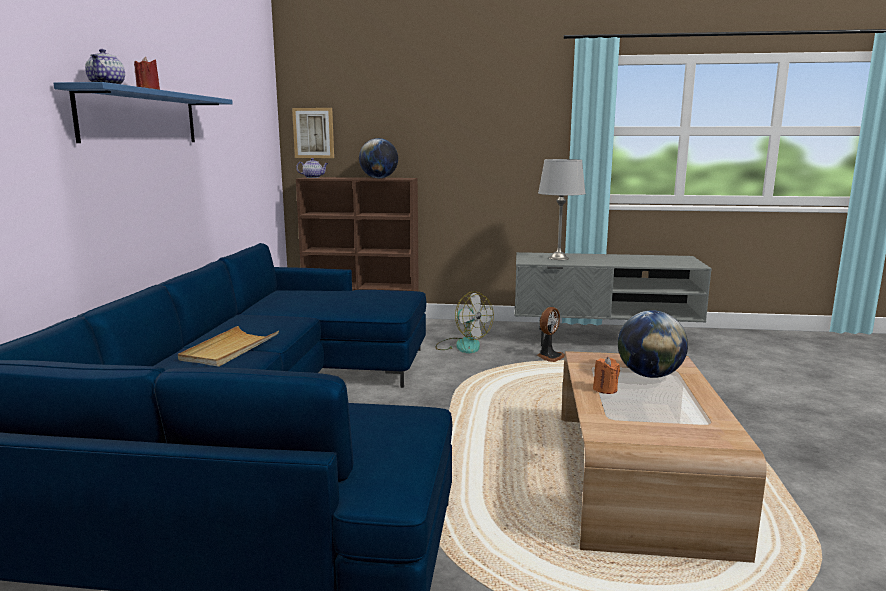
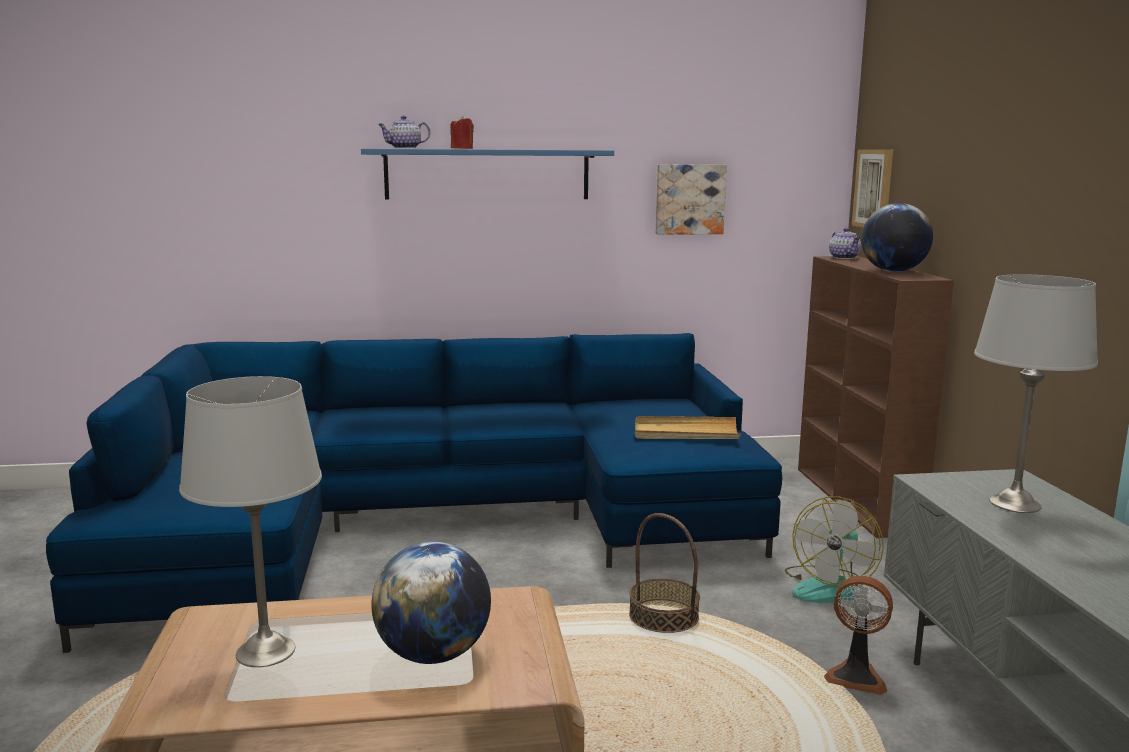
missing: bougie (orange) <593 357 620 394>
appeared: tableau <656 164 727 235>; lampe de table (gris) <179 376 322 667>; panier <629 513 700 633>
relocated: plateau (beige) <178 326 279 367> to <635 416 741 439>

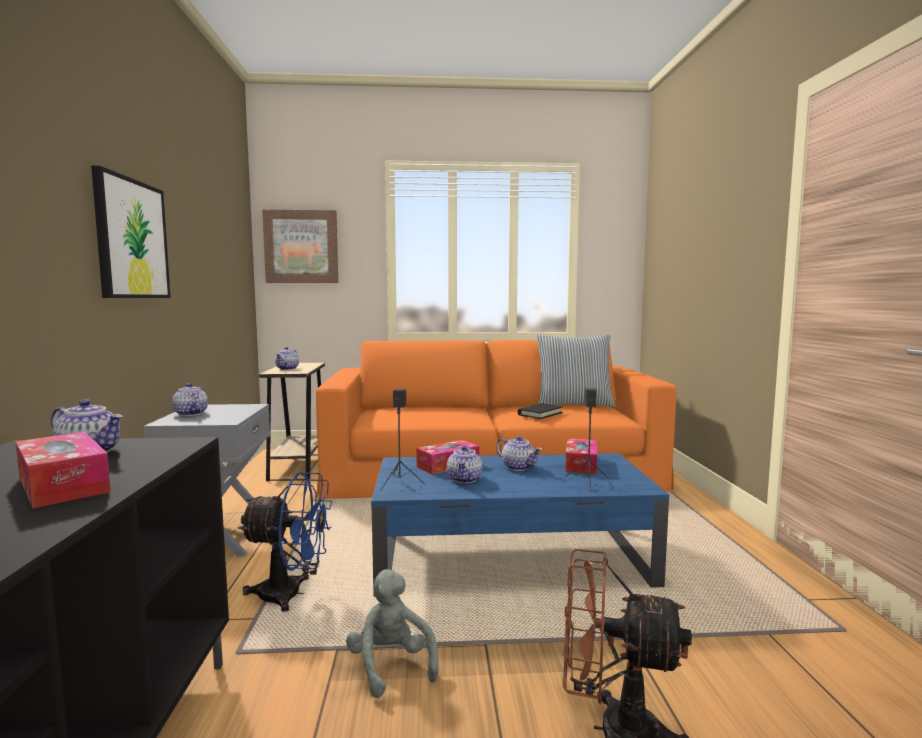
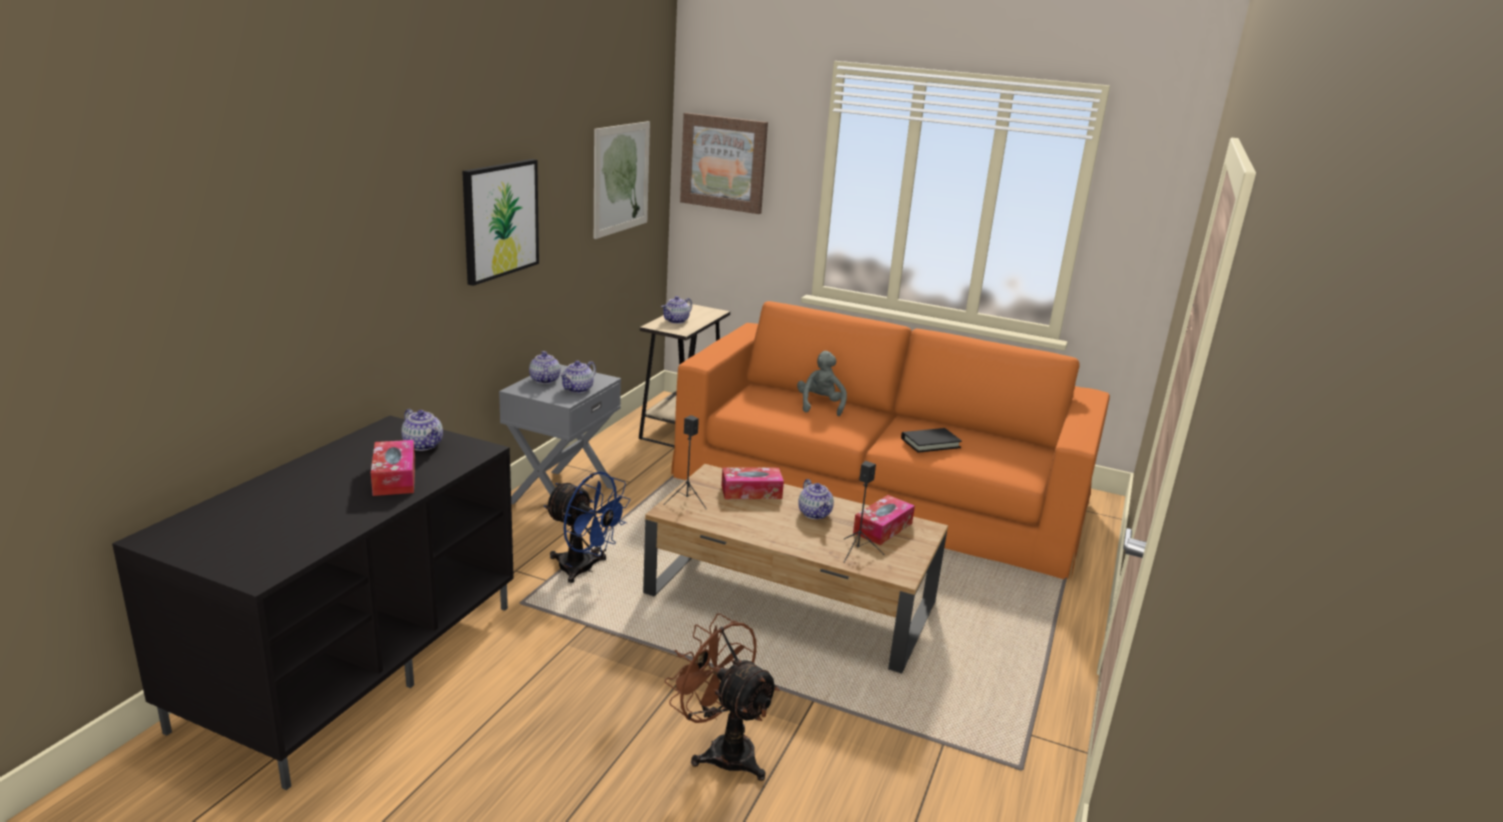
missing: coussin <536 334 615 407>
appeared: tableau <594 121 650 239>
relocated: théière <447 445 482 483> to <559 361 596 393>; peluche (gris) <346 569 438 698> to <797 351 847 416>
colour: table basse (bleu) <371 453 669 596> to table basse (marron) <643 464 948 673>

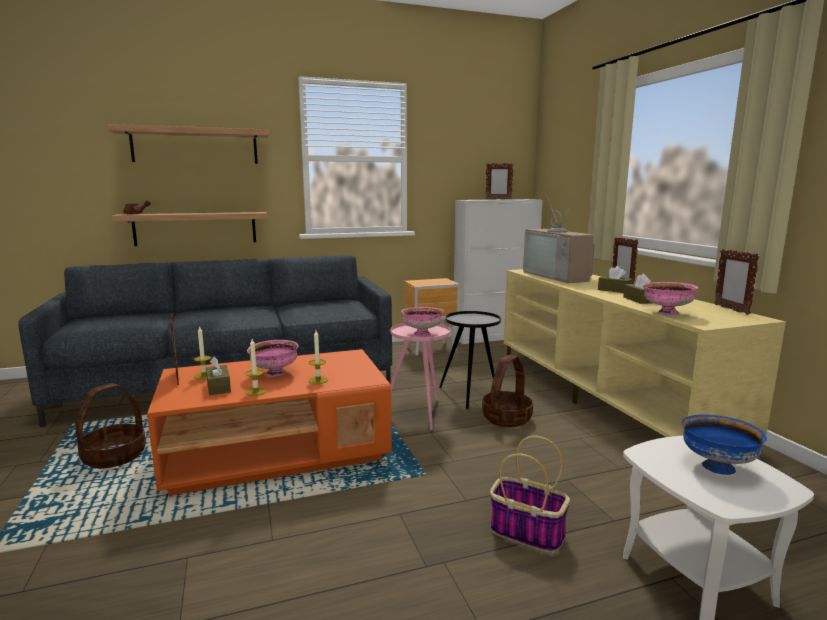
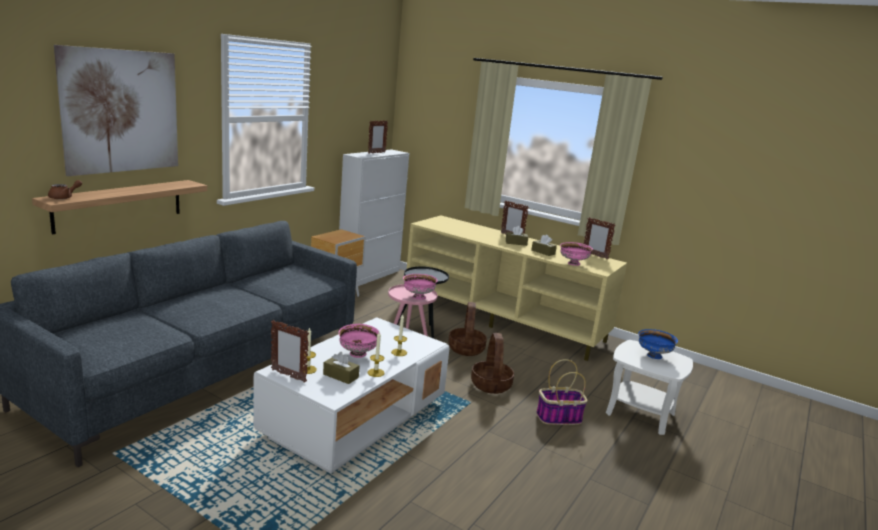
missing: téléviseur <523 194 595 283>
relocated: panier <75 383 146 469> to <471 333 514 394>
exchanged: étagère <108 124 270 164> to tableau <54 45 178 176>
colour: table basse (orange) <147 349 392 496> to table basse (blanc) <253 317 450 474>

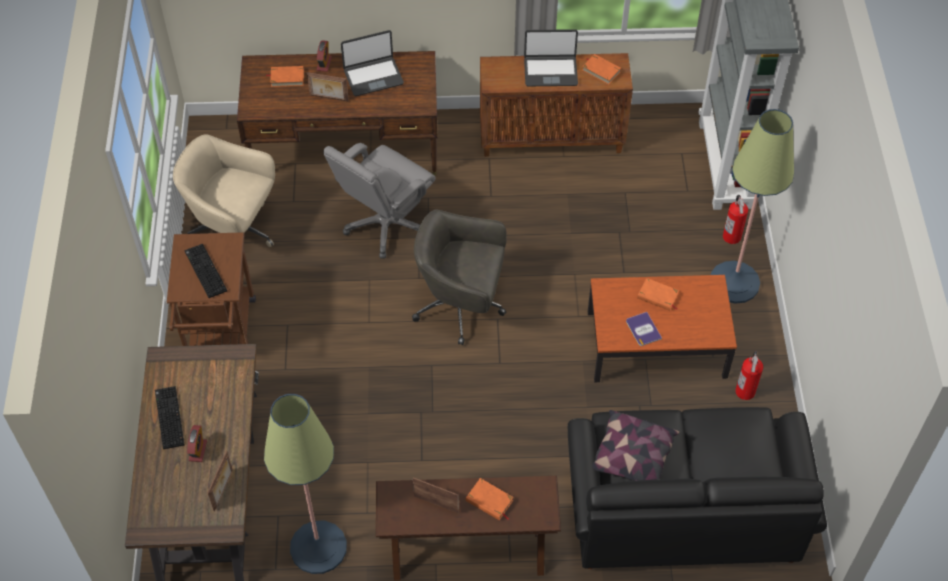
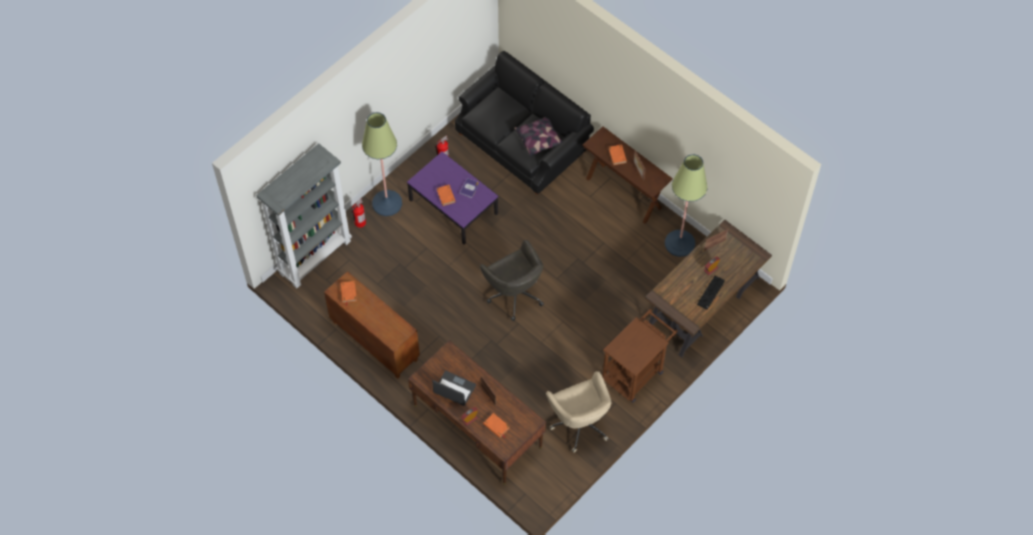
missing: ordinateur portable <524 29 578 86>; chaise de bureau (gris) <323 143 436 259>; clavier <185 244 227 298>
colour: table basse (marron) <588 275 737 382> to table basse (violet) <407 152 498 244>

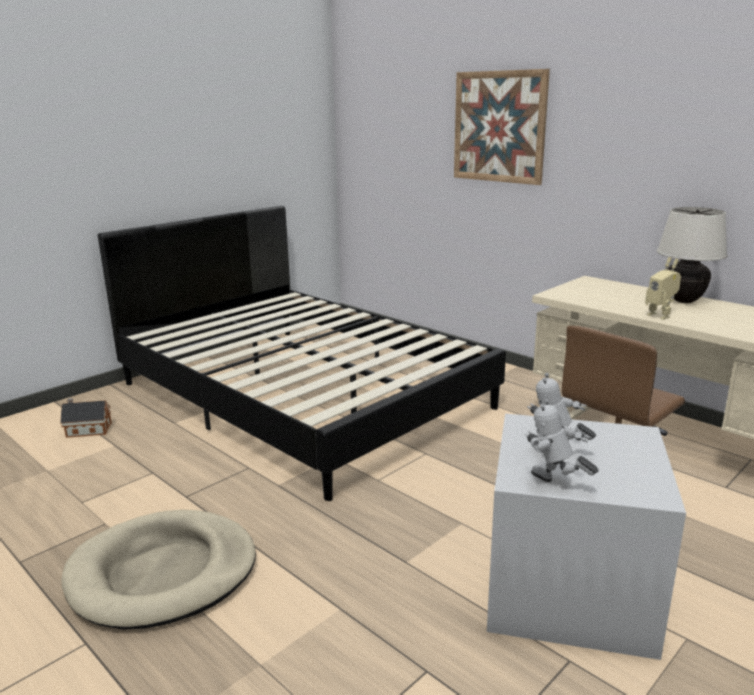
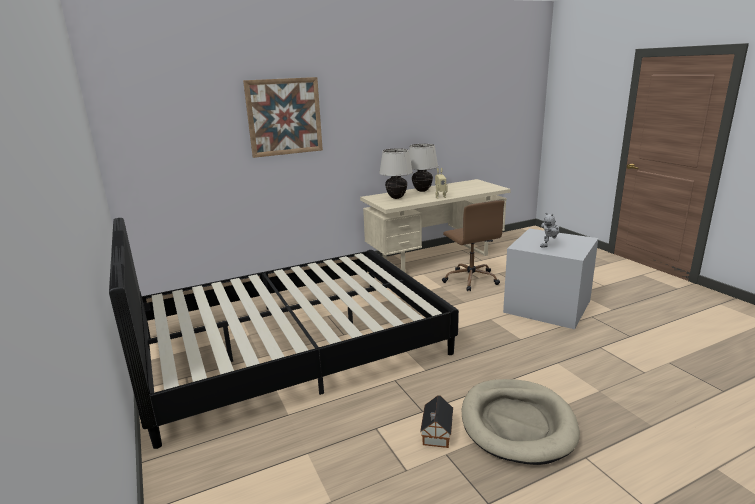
missing: robot jouet <525 399 599 482>
appeared: lampe de table (beige) <379 148 413 199>
relocated: maison miniature <60 398 112 438> to <420 395 453 448>

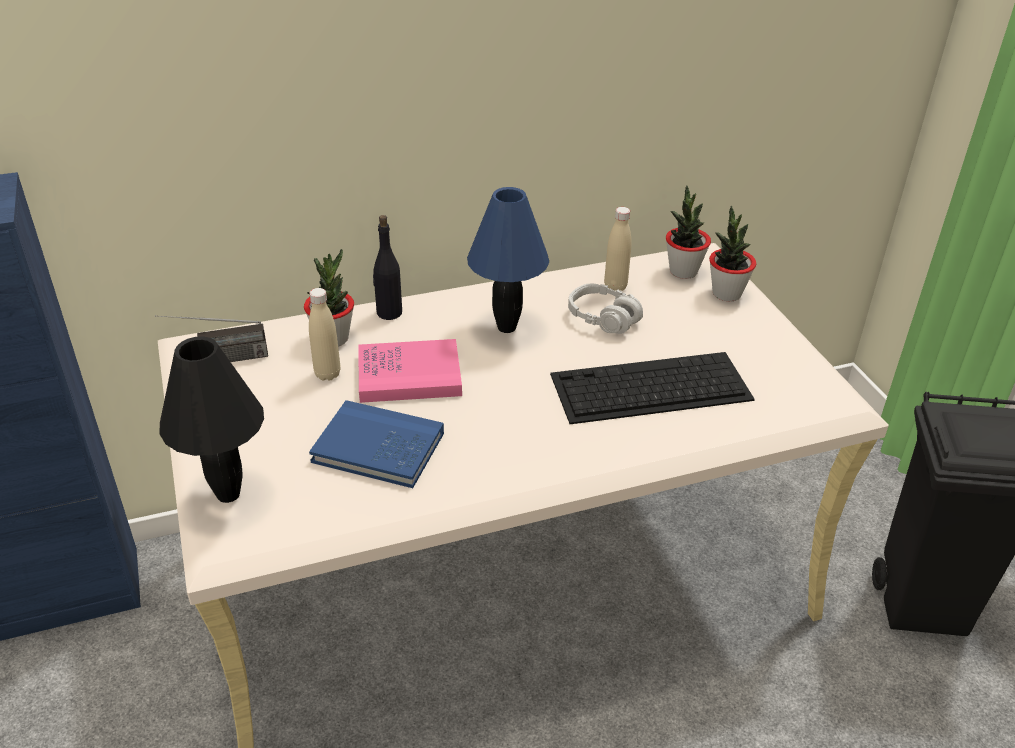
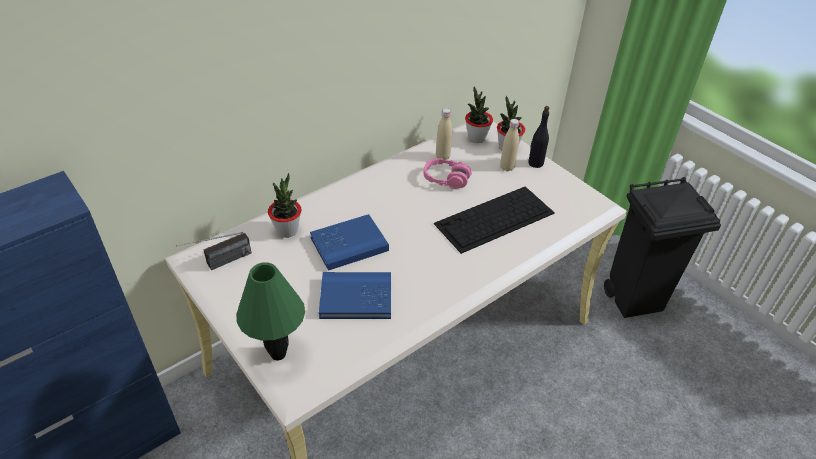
missing: lampe de table (bleu) <467 187 549 333>
relocated: bouteille (noir) <373 215 402 320> to <528 106 549 168>; bouteille (beige) <309 288 340 381> to <500 119 519 171>
colour: casque audio (gris) <568 283 643 334> to casque audio (rose) <424 158 472 189>; lampe de table (noir) <159 336 264 503> to lampe de table (vert) <236 262 305 361>; livre (rose) <358 339 462 403> to livre (bleu) <310 214 389 271>

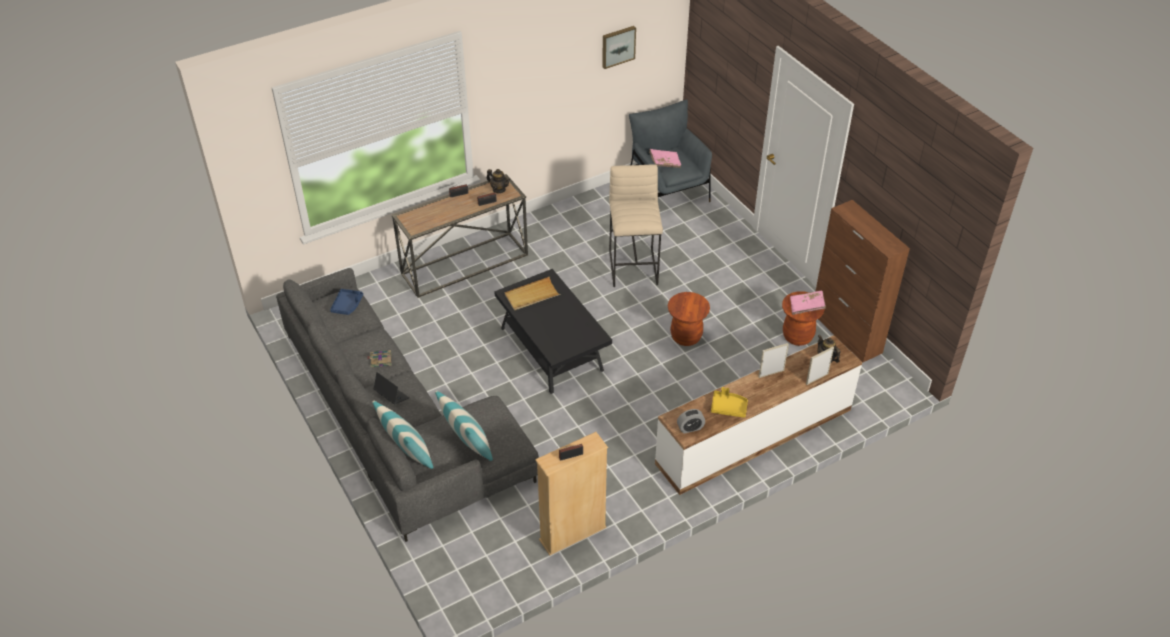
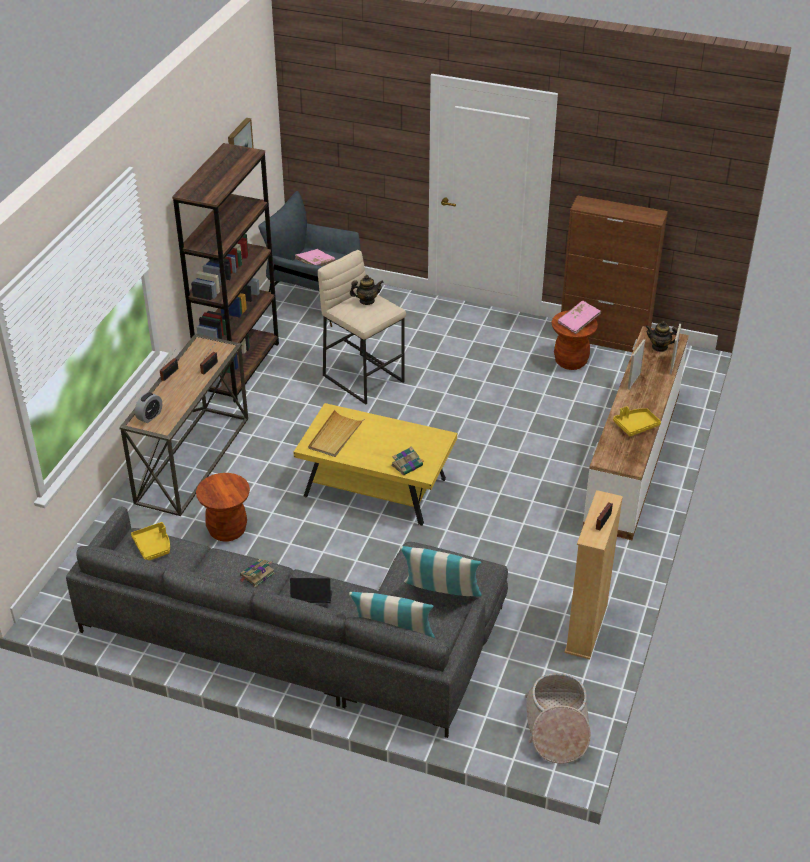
appeared: bibliothèque (marron) <172 143 279 403>; livre <391 446 423 476>; panier <525 673 591 764>
relocated: théière <487 169 510 193> to <350 275 384 305>; tabouret (marron) <668 292 710 346> to <196 473 250 542>; réveil <677 409 705 434> to <135 392 162 423>
colour: table basse (noir) <494 269 612 394> to table basse (jaune) <294 403 457 526>; plateau (bleu) <330 289 363 315> to plateau (jaune) <131 522 170 560>

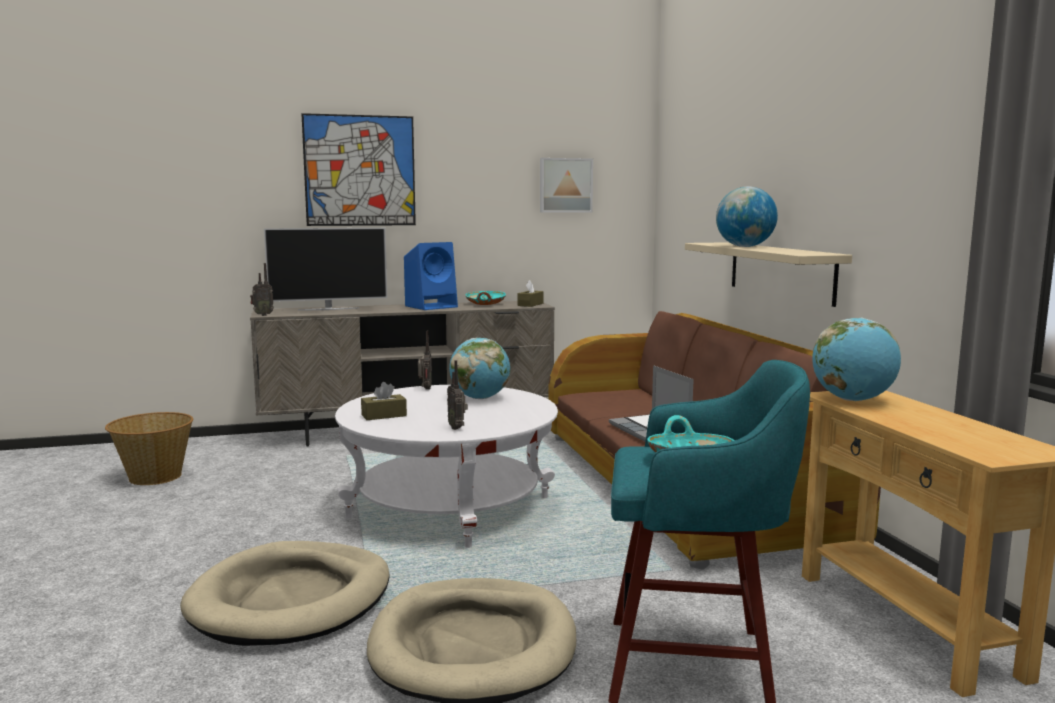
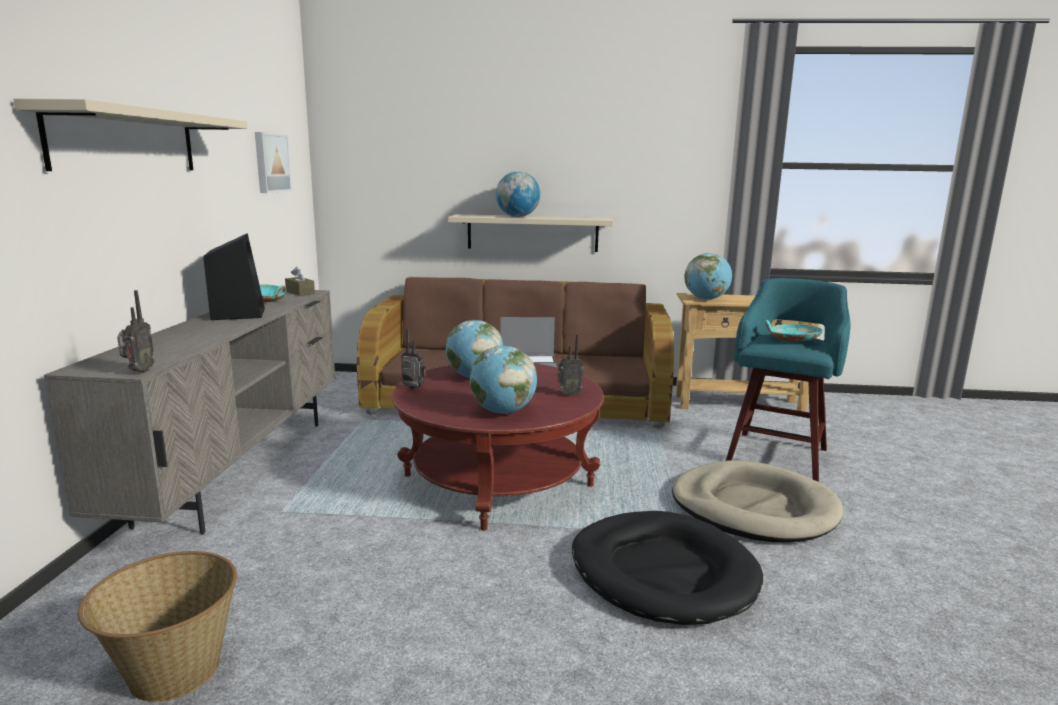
missing: téléviseur <264 228 387 311>
exchanged: tableau <301 113 416 226> to étagère (beige) <13 98 248 171>; boîte à mouchoirs (marron) <361 382 407 420> to globe <470 346 537 414>
colour: enceinte (bleu) <404 242 458 310> to enceinte (noir) <203 233 265 320>; table basse (blanc) <335 385 558 548> to table basse (rouge) <392 364 604 531>; panier pour chien (beige) <180 541 390 646> to panier pour chien (noir) <572 511 763 625>

